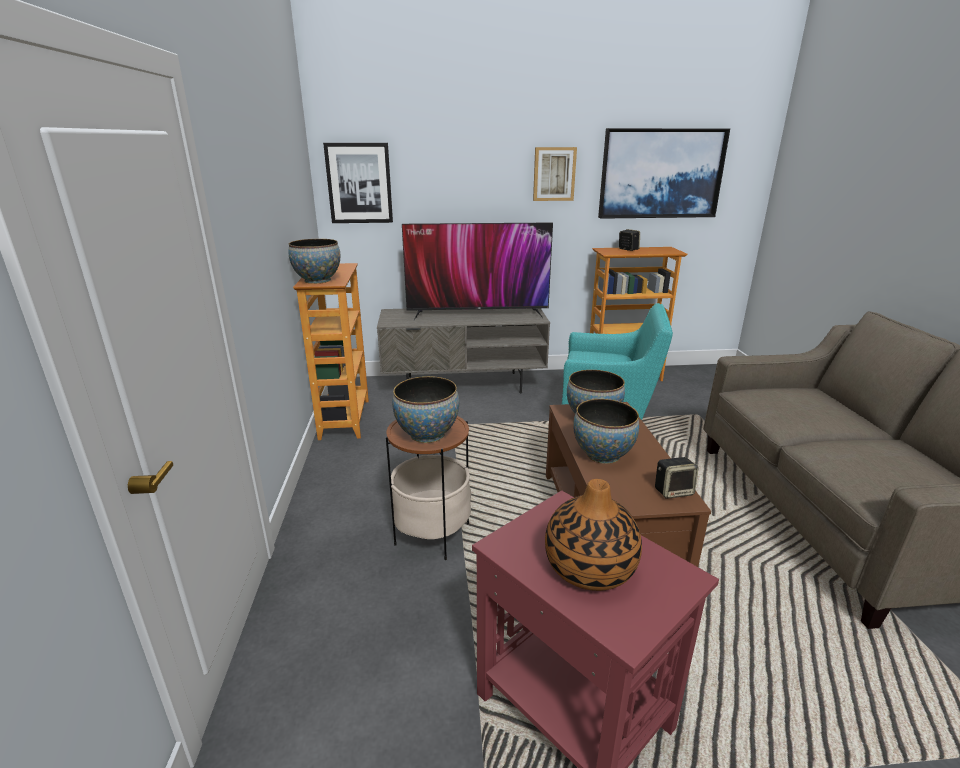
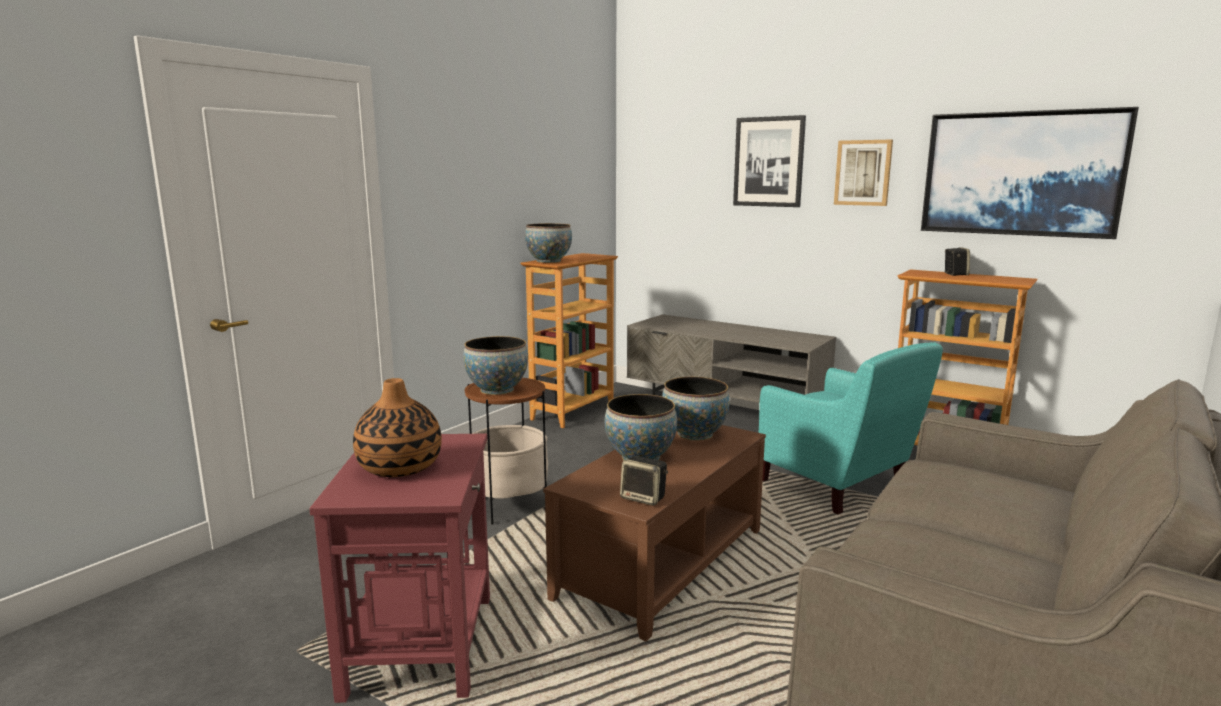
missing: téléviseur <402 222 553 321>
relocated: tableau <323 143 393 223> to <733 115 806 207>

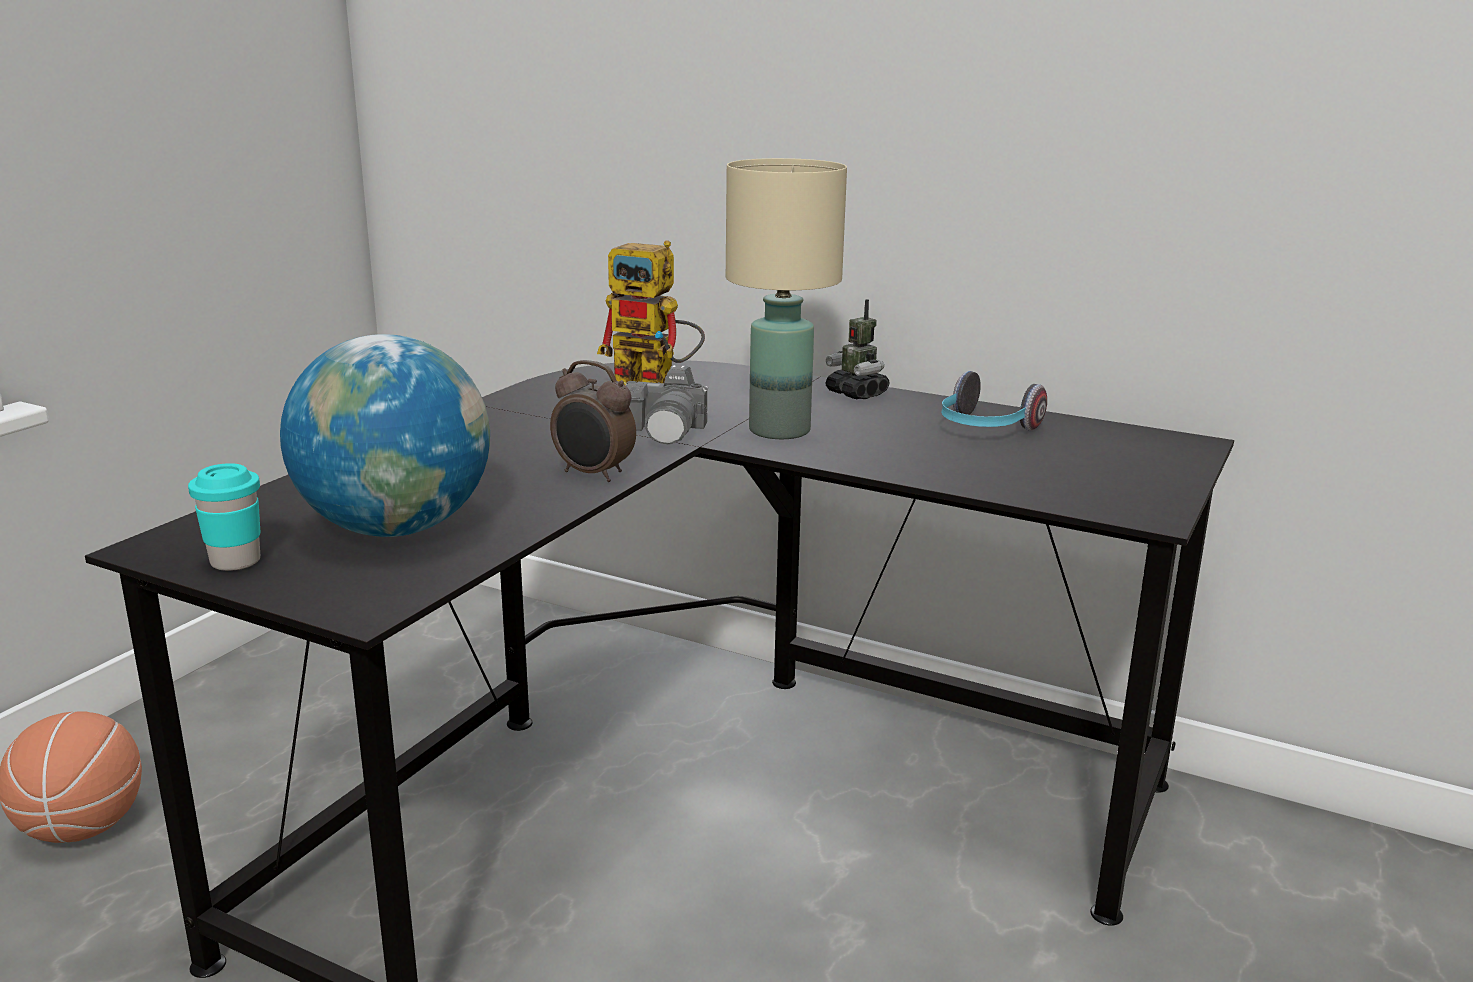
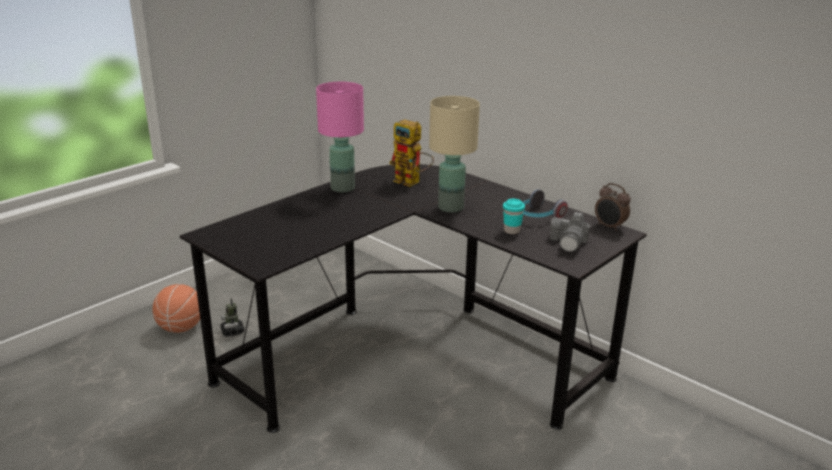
missing: globe <280 334 490 537>
appeared: lampe de table (rose) <316 82 364 192>
relocated: robot jouet <826 299 890 399> to <220 298 245 336>; réveil <550 360 636 482> to <595 183 631 231>; appareil photo <625 365 708 445> to <550 212 591 252>; tasse (turquoise) <188 463 260 571> to <503 199 525 234>

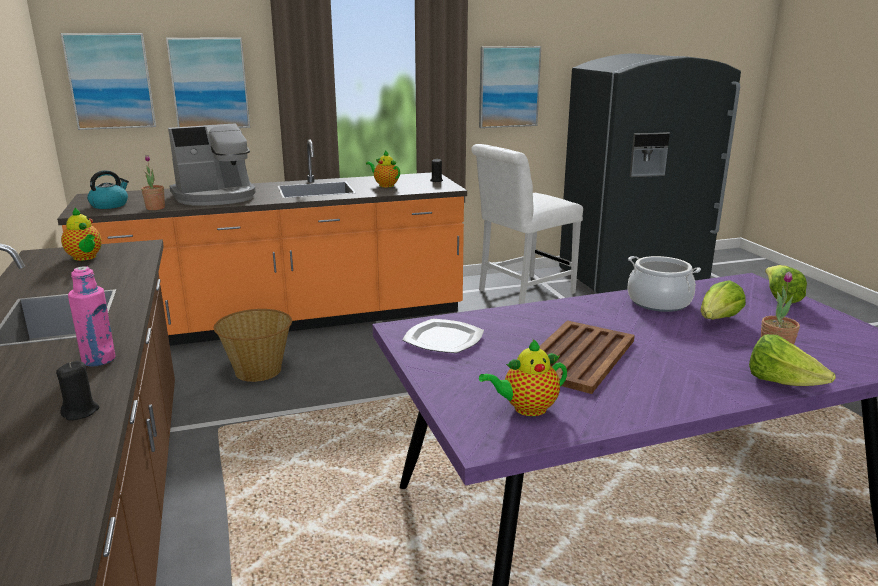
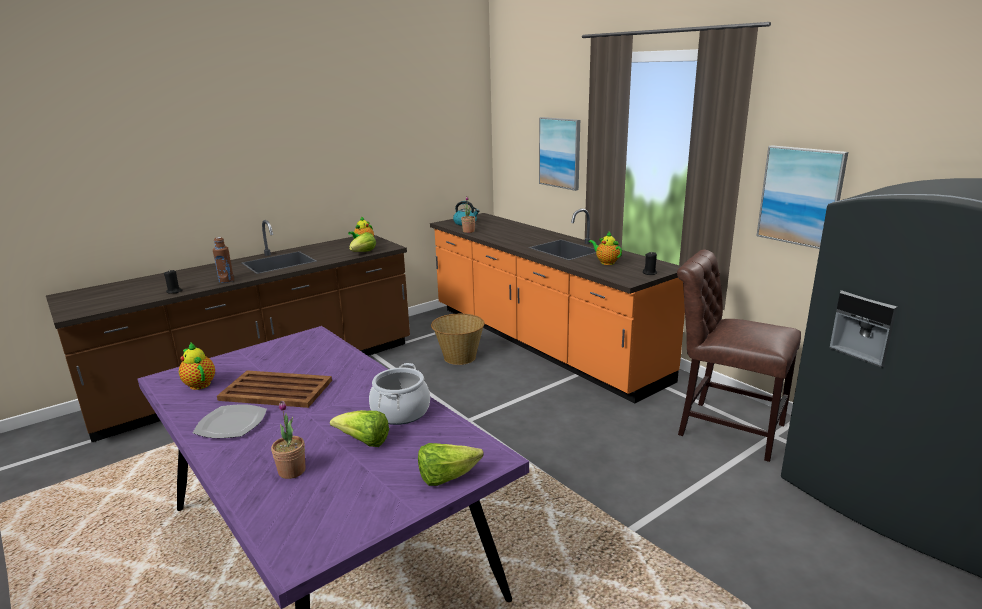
missing: tableau <61 33 156 130>; machine à café <168 123 256 206>
relocated: assiette <402 319 484 353> to <193 404 267 438>; laitue <749 334 835 386> to <349 232 376 252>
colour: chaise (blanc) <471 144 583 304> to chaise (marron) <677 250 801 462>; bouteille (rose) <68 266 116 367> to bouteille (marron) <213 237 234 283>
spun: théière <366 150 400 187> = <589 232 622 265> 60 degrees counterclockwise

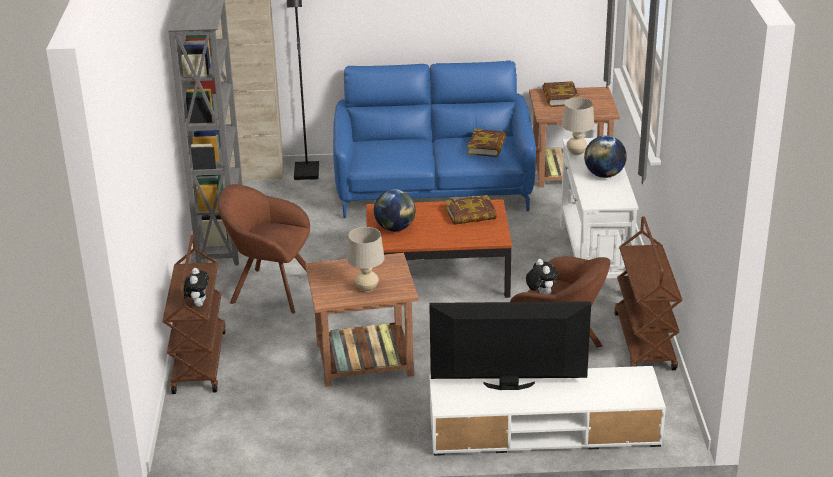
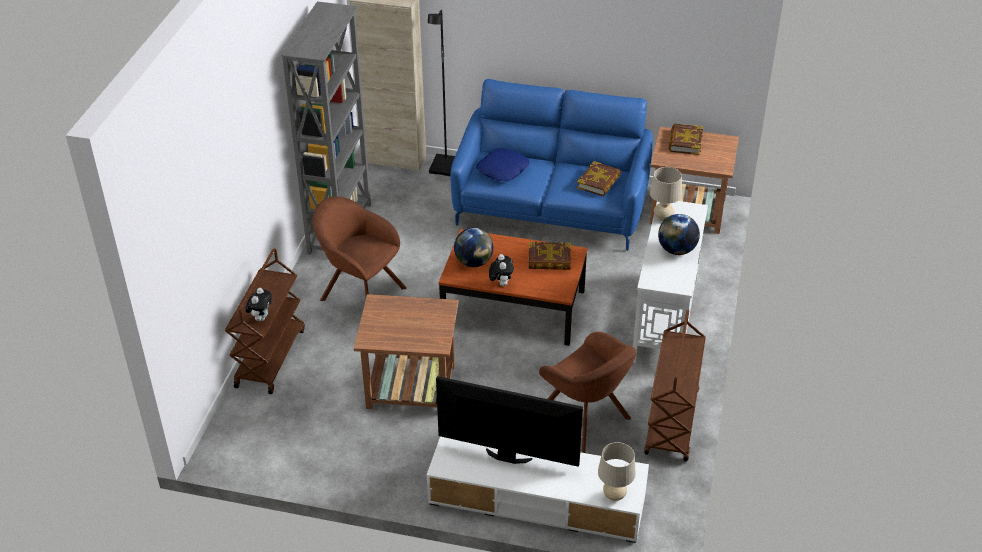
appeared: coussin (bleu) <476 148 530 182>
relocated: lampe de table (beige) <347 227 384 292> to <598 442 636 501>; peluche <526 259 558 294> to <489 254 514 286>

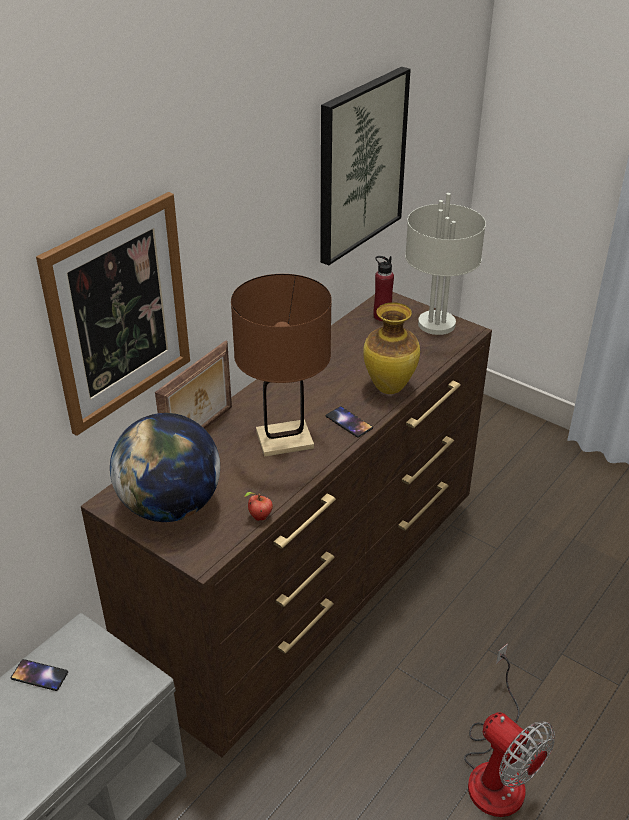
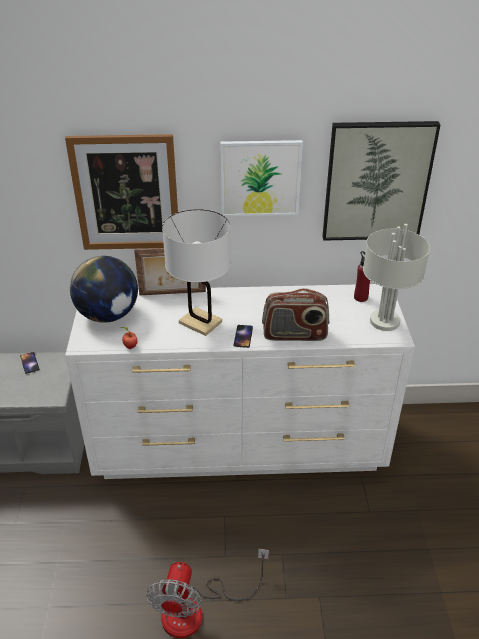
appeared: tableau <220 140 303 216>
exchanged: vase <363 302 420 394> to radio <262 288 329 341>
colour: lampe de table (marron) <231 274 332 457> to lampe de table (blanc) <162 209 231 336>; commode (marron) <81 292 492 757> to commode (blanc) <65 284 415 479>

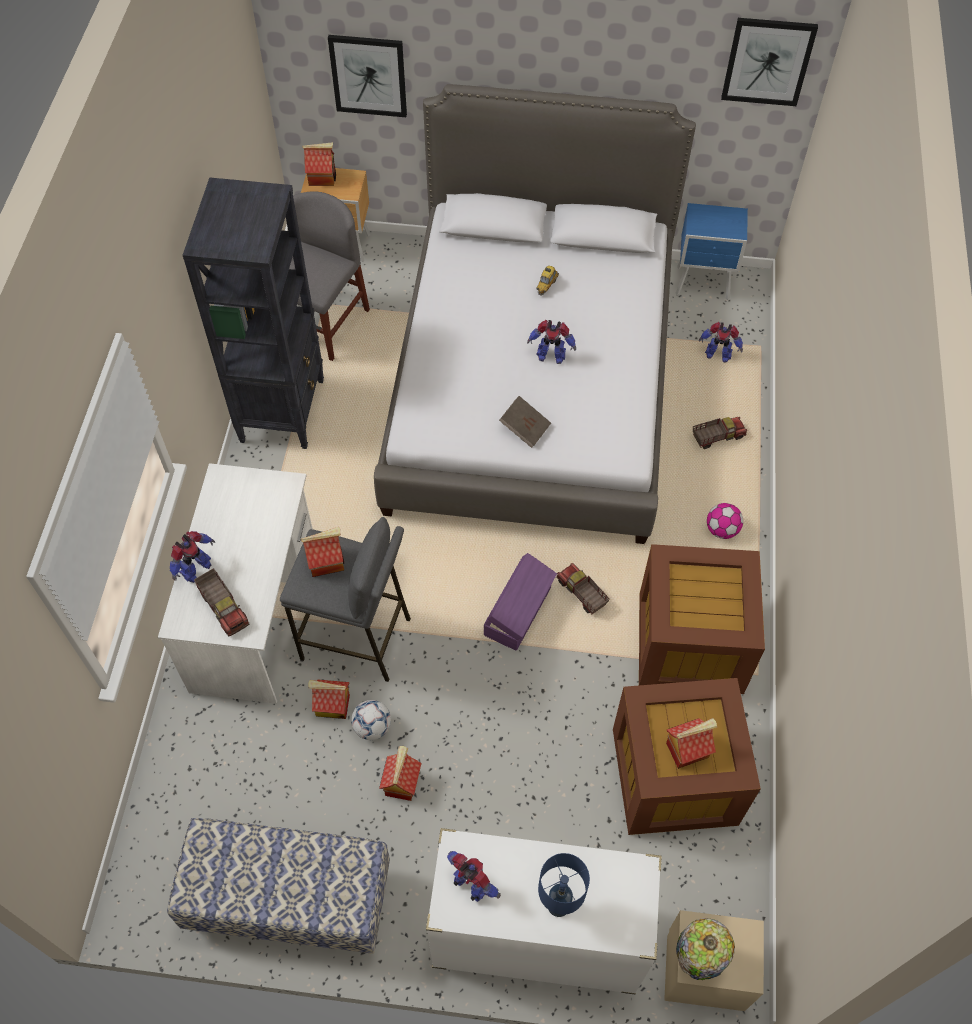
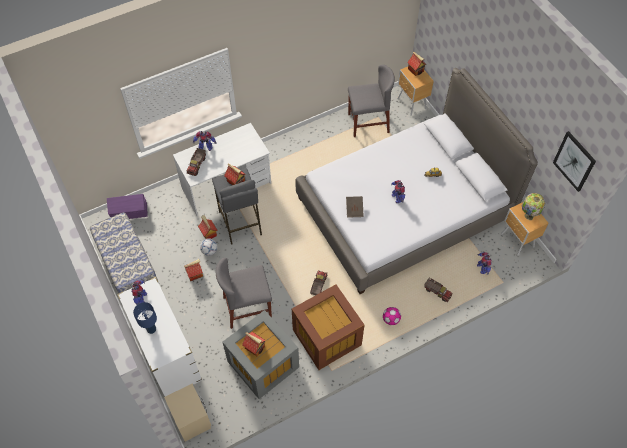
missing: tableau <328 35 407 117>; bibliothèque (noir) <183 177 324 449>
appeared: chaise (gris) <216 258 272 329>
relocated: boîte de rangement (violet) <484 553 557 651> to <107 194 148 219>; lampe de table <676 918 735 980> to <522 193 545 220>
colour: table de chevet (bleu) <676 203 748 300> to table de chevet (marron) <501 202 549 256>; boîte de rangement (marron) <613 678 761 835> to boîte de rangement (gris) <222 310 299 399>

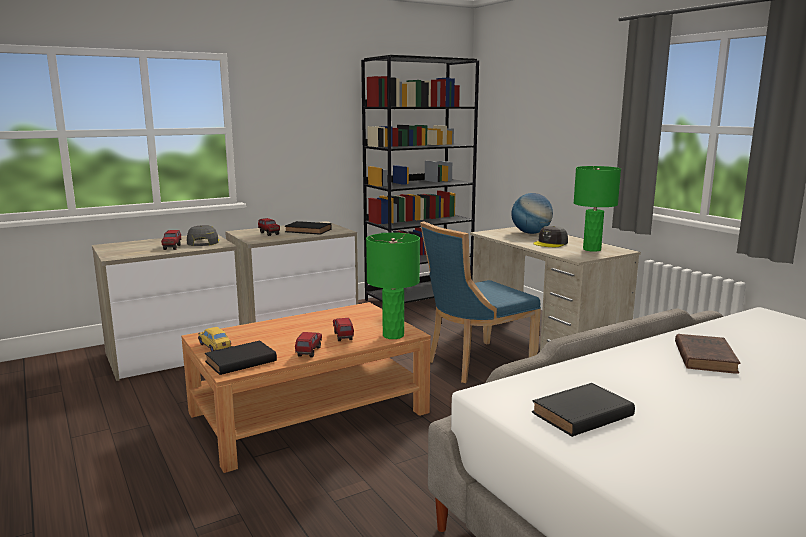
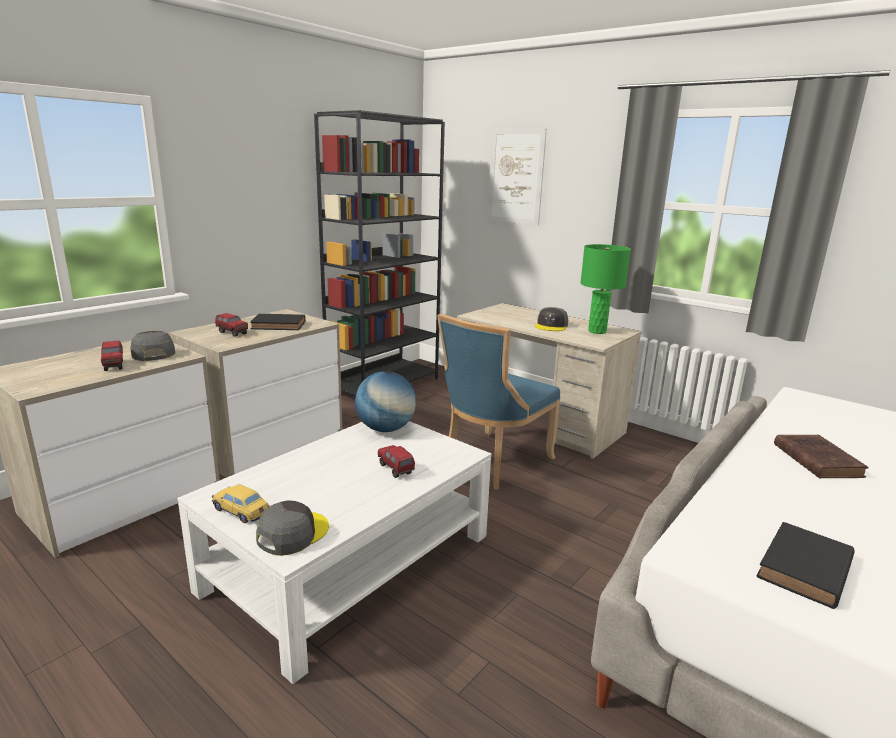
missing: lampe de table (vert) <366 233 420 339>; camion jouet <295 332 322 357>
appeared: tableau <488 128 547 225>
relocated: globe <511 193 553 234> to <355 371 416 432>
exchanged: livre (noir) <205 341 277 375> to casquette (gris) <256 500 329 556>
colour: table basse (marron) <181 302 431 473> to table basse (blanc) <177 421 492 684>

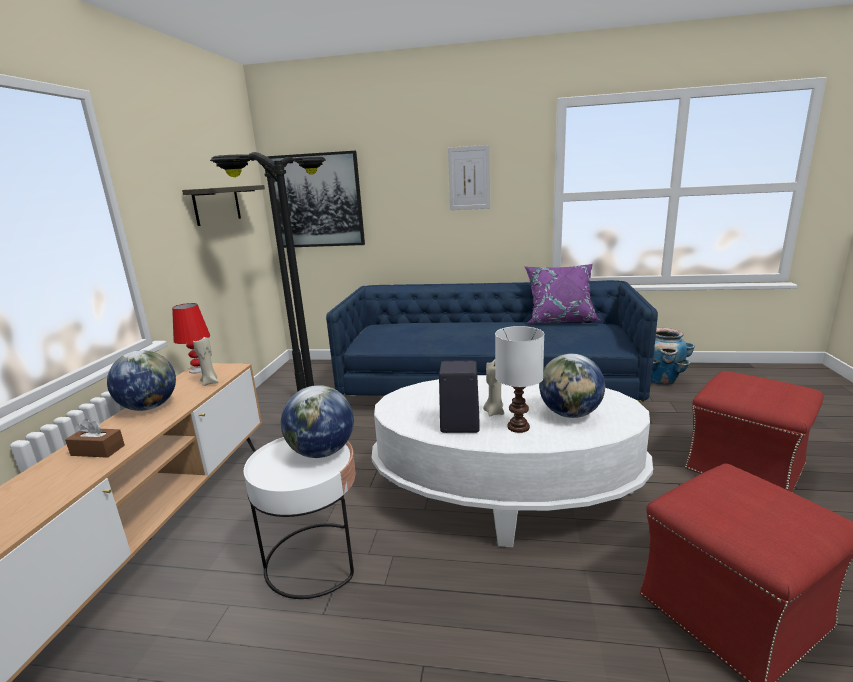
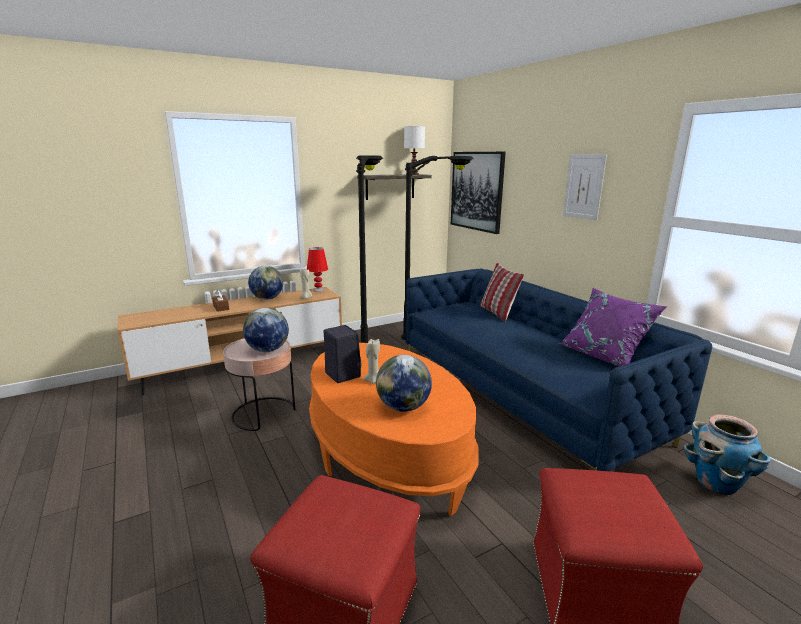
appeared: coussin <480 263 524 322>
relocated: lampe de table (blanc) <495 326 544 433> to <404 126 425 175>
colour: table basse (blanc) <372 375 653 547> to table basse (orange) <309 343 479 516>; table d'appoint (blanc) <244 437 356 599> to table d'appoint (rose) <223 338 296 431>

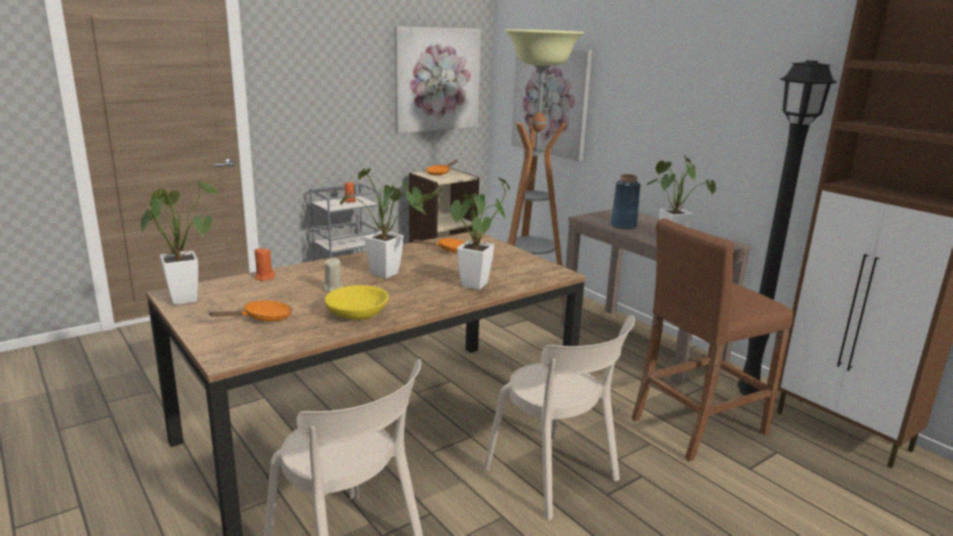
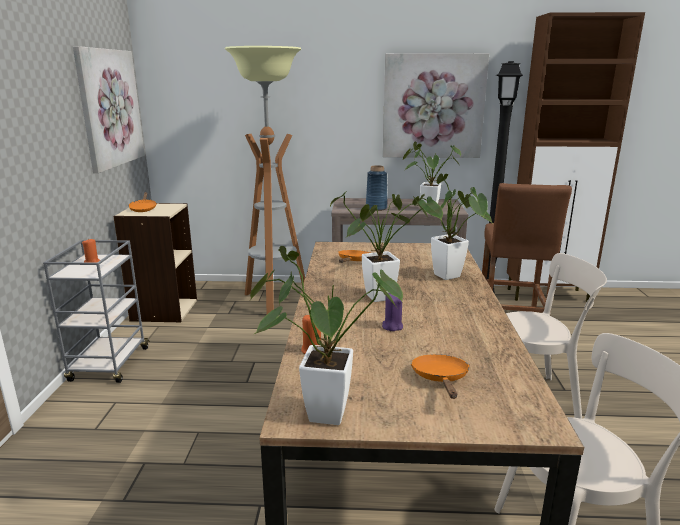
missing: bol (jaune) <325 285 389 320>
relocated: tableau <511 49 592 162> to <383 53 489 158>
colour: bougie (beige) <323 258 343 292> to bougie (violet) <382 293 403 331>

